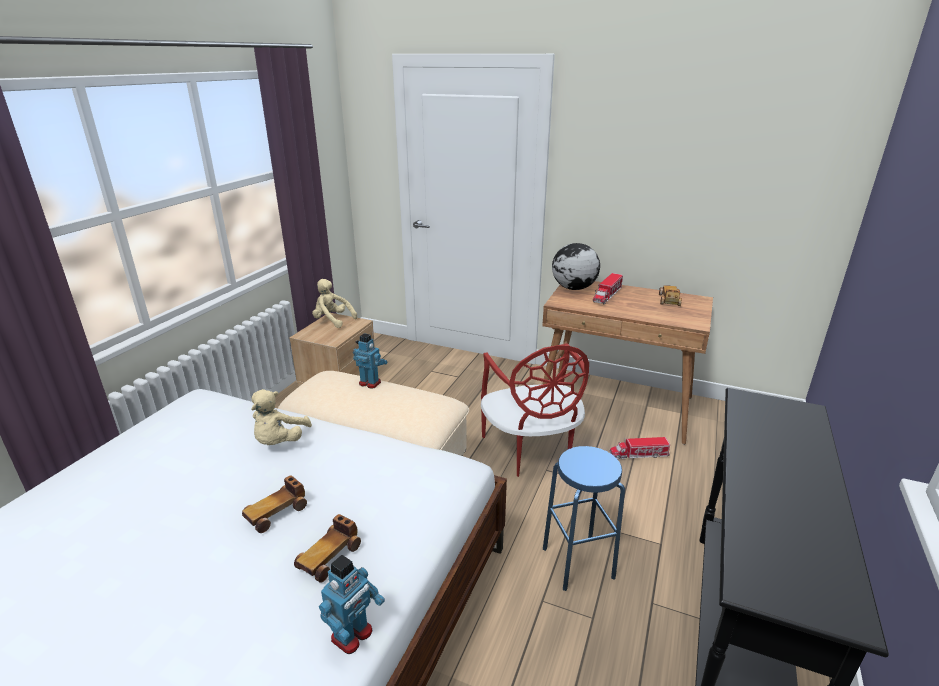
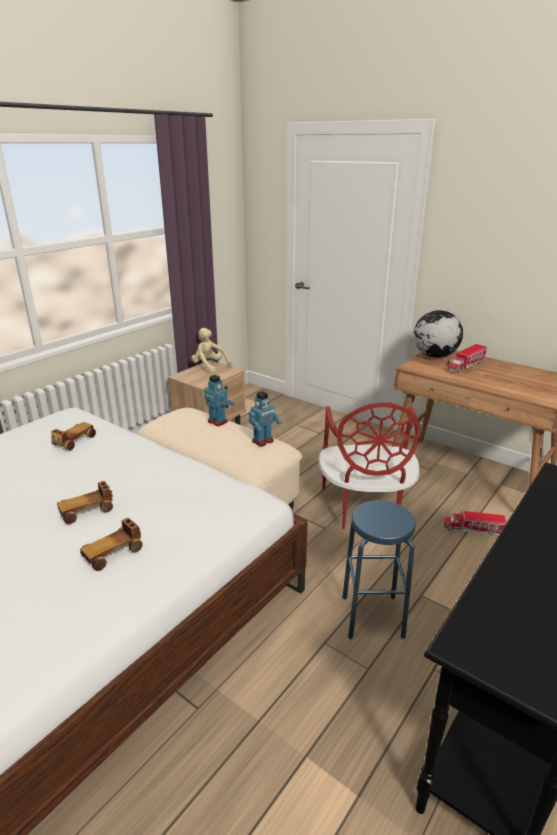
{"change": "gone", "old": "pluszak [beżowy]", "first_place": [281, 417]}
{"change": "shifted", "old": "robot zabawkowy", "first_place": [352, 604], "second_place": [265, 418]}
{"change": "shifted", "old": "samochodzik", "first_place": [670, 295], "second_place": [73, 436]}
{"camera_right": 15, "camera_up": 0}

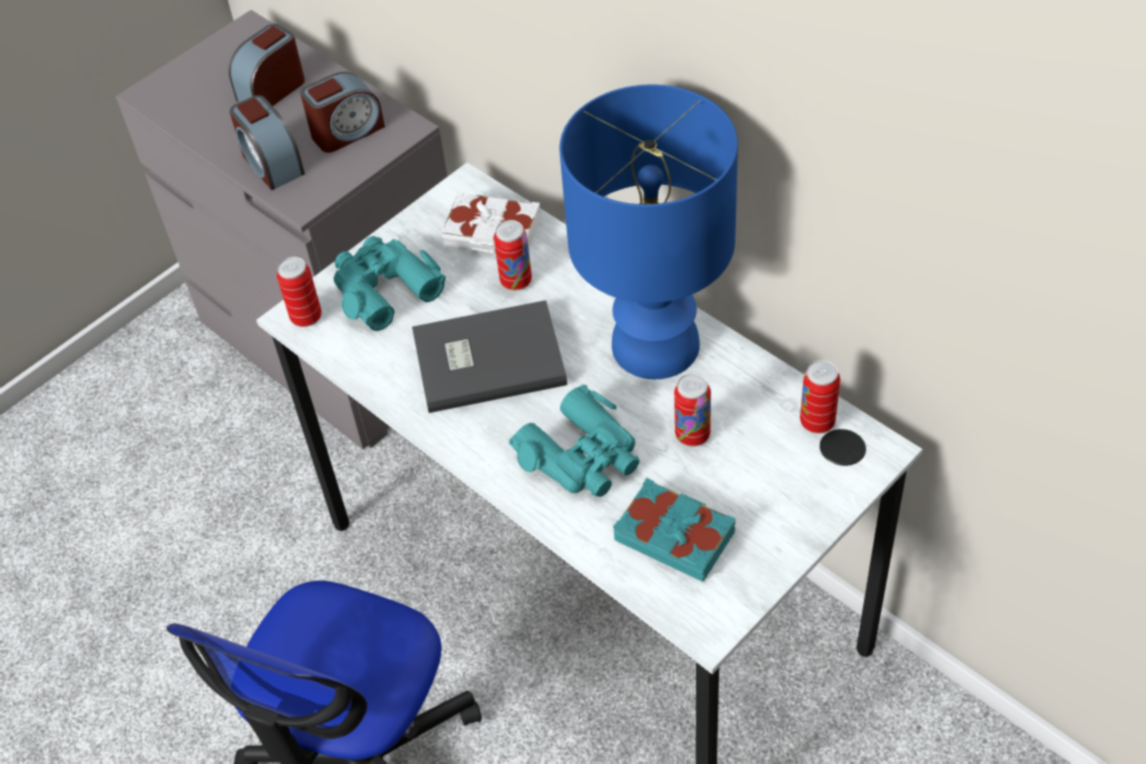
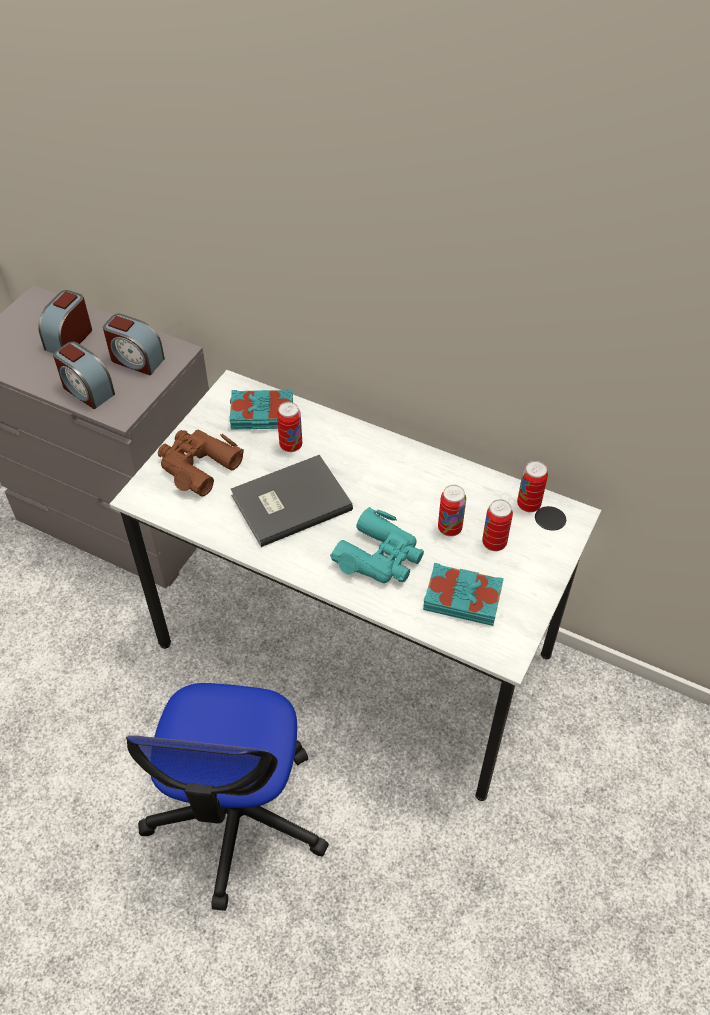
{"change": "shifted", "old": "puszka", "first_place": [299, 292], "second_place": [497, 525]}
{"change": "rotated", "old": "budzik", "first_place": [342, 112], "second_place": [134, 344], "degrees": 75}
{"change": "repainted", "old": "lornetka [turkusowy]", "new": "lornetka [brązowy]", "first_place": [390, 283], "second_place": [200, 463]}
{"change": "repainted", "old": "książka [biały]", "new": "książka [turkusowy]", "first_place": [491, 222], "second_place": [261, 409]}
{"change": "gone", "old": "lampa stołowa [niebieski]", "first_place": [648, 232]}
{"camera_right": -20, "camera_up": 0}

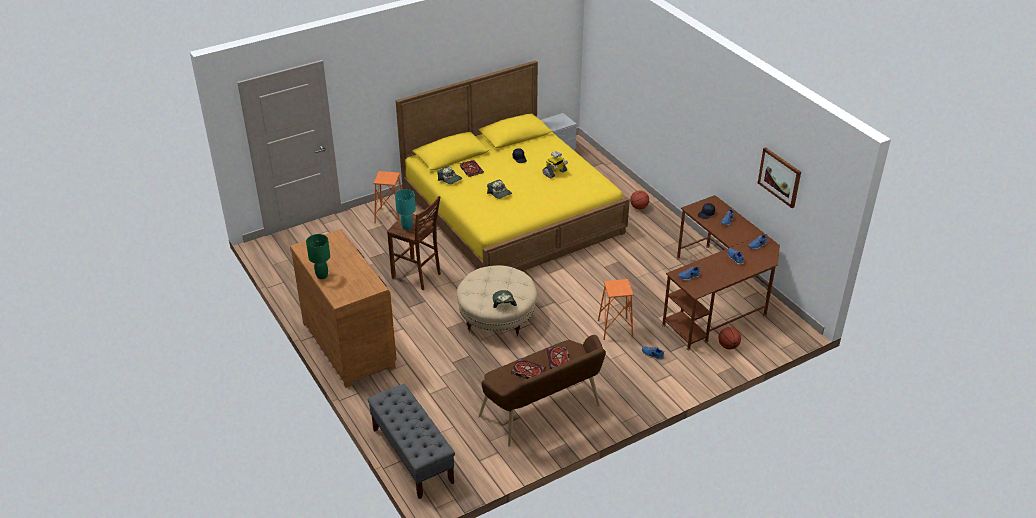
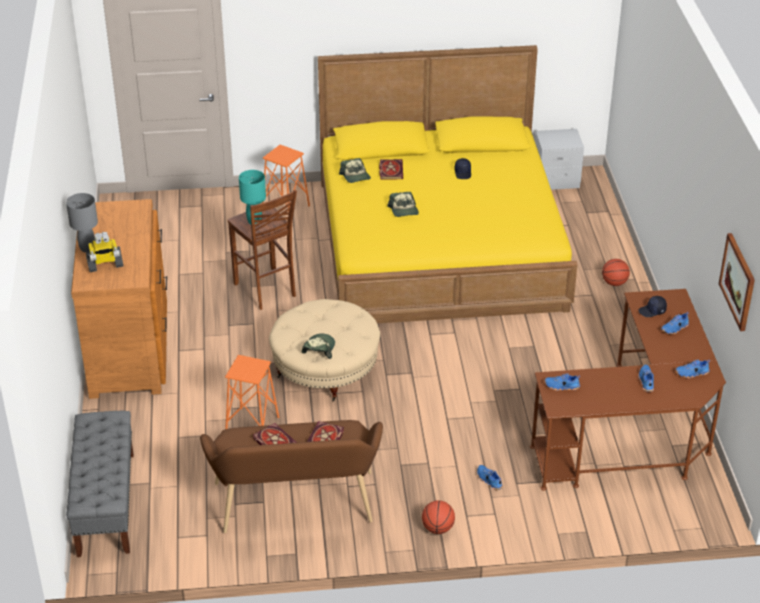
{"change": "repainted", "old": "lampa stołowa [zielony]", "new": "lampa stołowa [szary]", "first_place": [318, 256], "second_place": [82, 223]}
{"change": "shifted", "old": "robot zabawkowy", "first_place": [555, 164], "second_place": [104, 252]}
{"change": "shifted", "old": "stołek [pomarańczowy]", "first_place": [615, 309], "second_place": [252, 392]}
{"change": "shifted", "old": "piłka do koszykówki", "first_place": [730, 338], "second_place": [438, 517]}
{"camera_right": 25, "camera_up": 0}

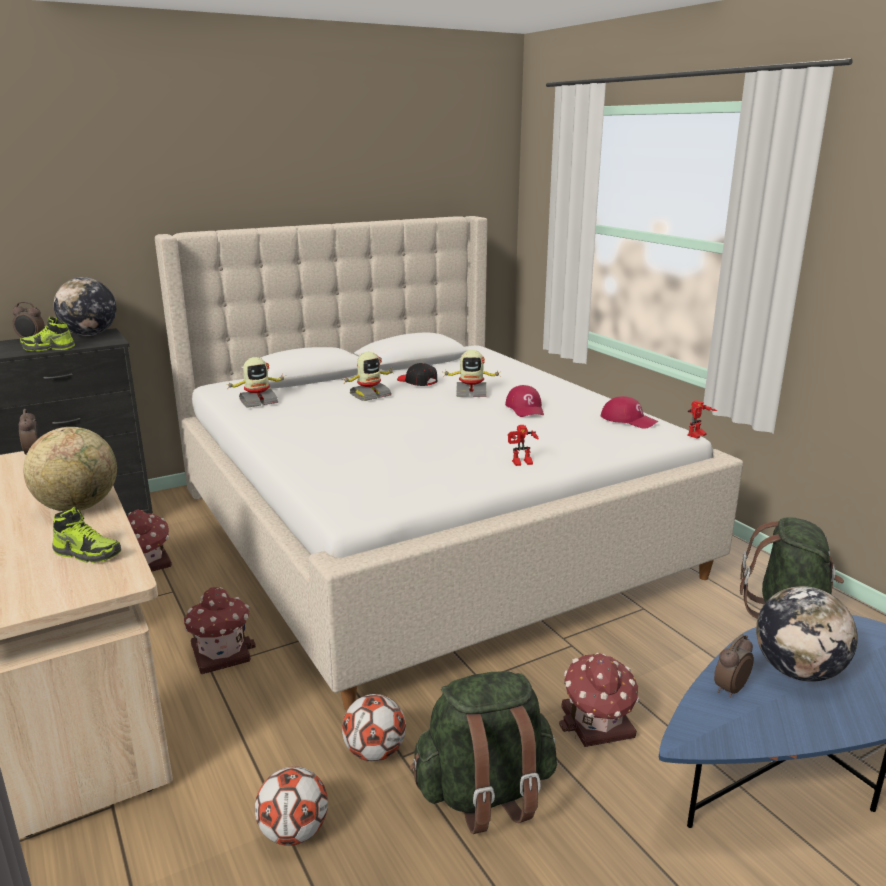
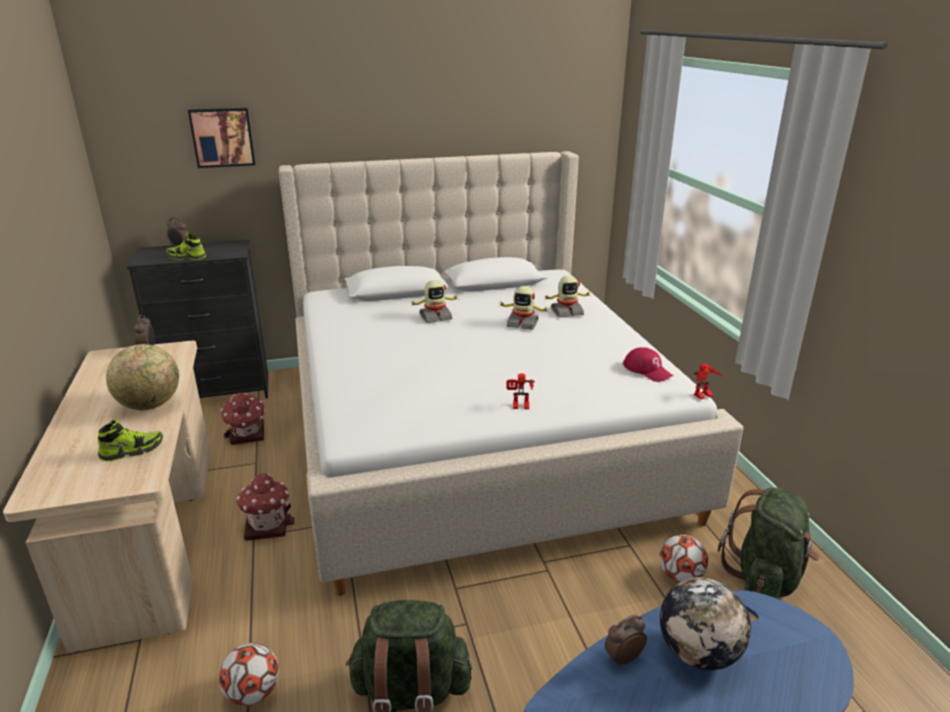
{"change": "rotated", "old": "but", "first_place": [86, 535], "second_place": [130, 440], "degrees": -60}
{"change": "gone", "old": "globus", "first_place": [85, 306]}
{"change": "shifted", "old": "robot zabawkowy", "first_place": [255, 382], "second_place": [567, 296]}
{"change": "shifted", "old": "piłka futbolowa", "first_place": [374, 727], "second_place": [683, 559]}
{"change": "gone", "old": "czapka z daszkiem [czarny]", "first_place": [417, 374]}
{"change": "gone", "old": "czapka z daszkiem [czerwony]", "first_place": [524, 401]}
{"change": "gone", "old": "domek", "first_place": [599, 700]}
{"change": "new", "new": "obraz", "second_place": [221, 138]}
{"camera_right": 15, "camera_up": 5}

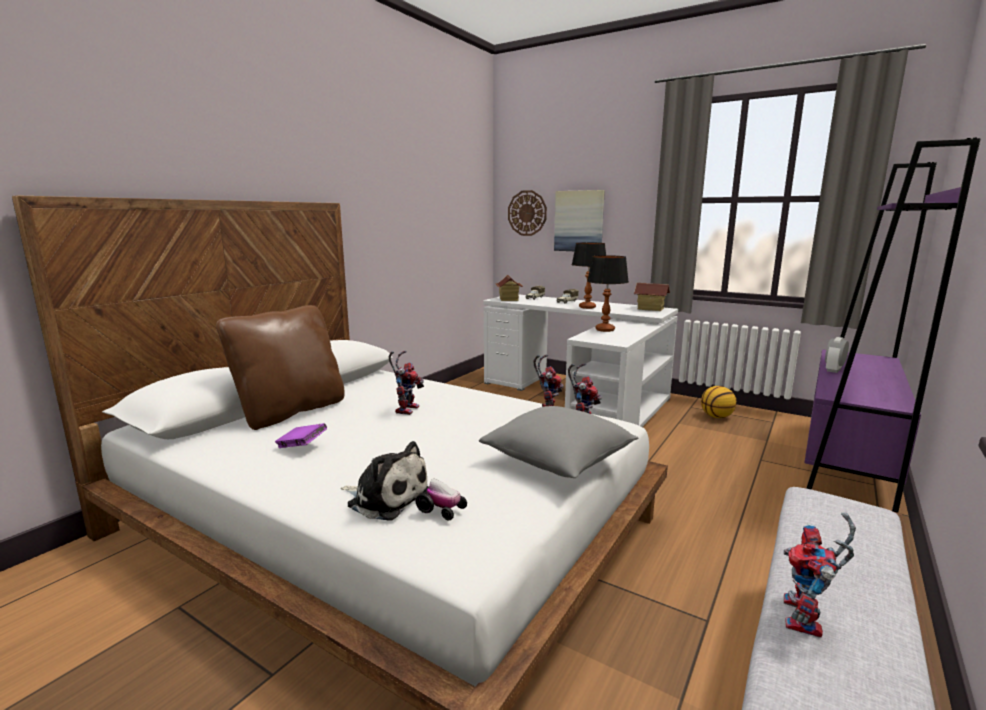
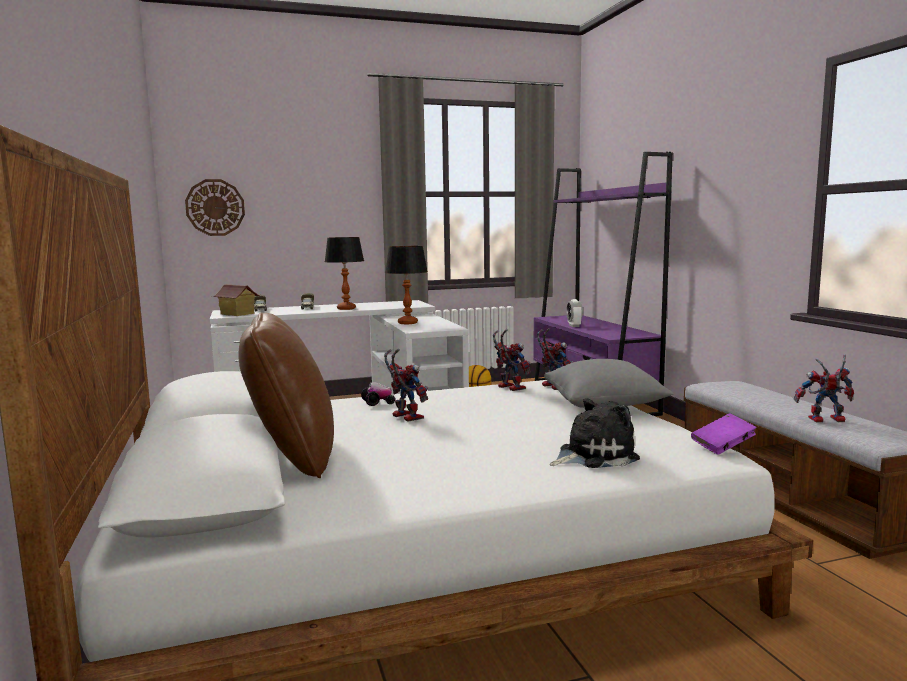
{"change": "shifted", "old": "książka [fioletowy]", "first_place": [301, 435], "second_place": [724, 434]}
{"change": "shifted", "old": "samochodzik", "first_place": [441, 499], "second_place": [378, 394]}
{"change": "gone", "old": "obraz", "first_place": [579, 220]}
{"change": "gone", "old": "domek", "first_place": [652, 297]}
{"change": "rotated", "old": "robot zabawkowy", "first_place": [820, 575], "second_place": [824, 388], "degrees": 120}
{"camera_right": -50, "camera_up": -5}

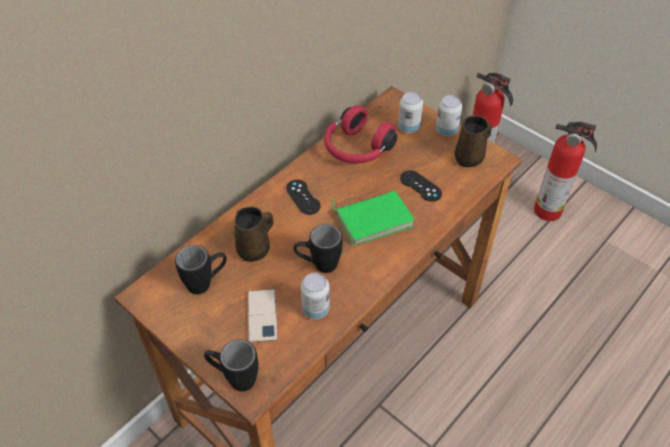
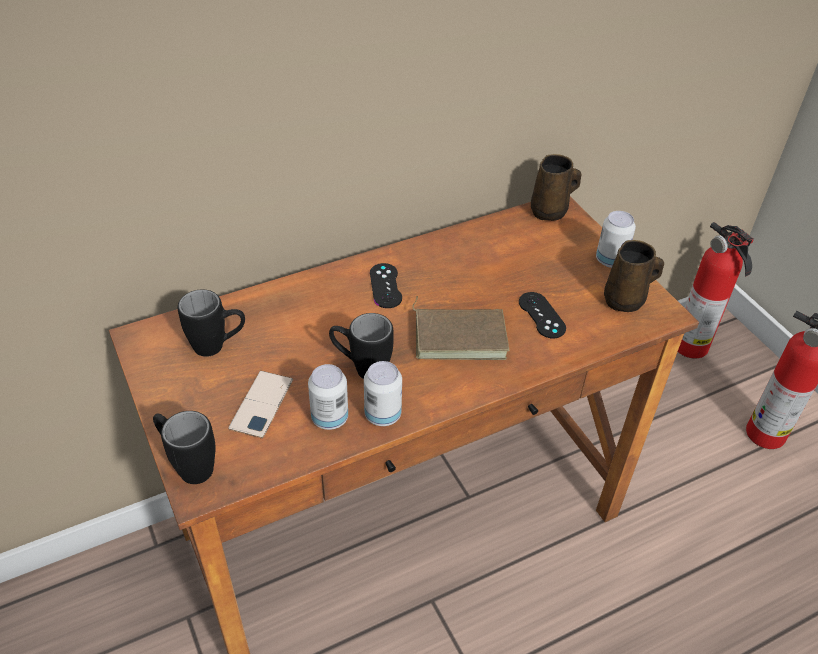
{"change": "shifted", "old": "kubek [brązowy]", "first_place": [254, 234], "second_place": [556, 187]}
{"change": "gone", "old": "słuchawki [czerwony]", "first_place": [361, 134]}
{"change": "repainted", "old": "książka [zielony]", "new": "książka [brązowy]", "first_place": [373, 218], "second_place": [460, 328]}
{"change": "shifted", "old": "puszka", "first_place": [410, 112], "second_place": [383, 393]}
{"camera_right": 20, "camera_up": -5}

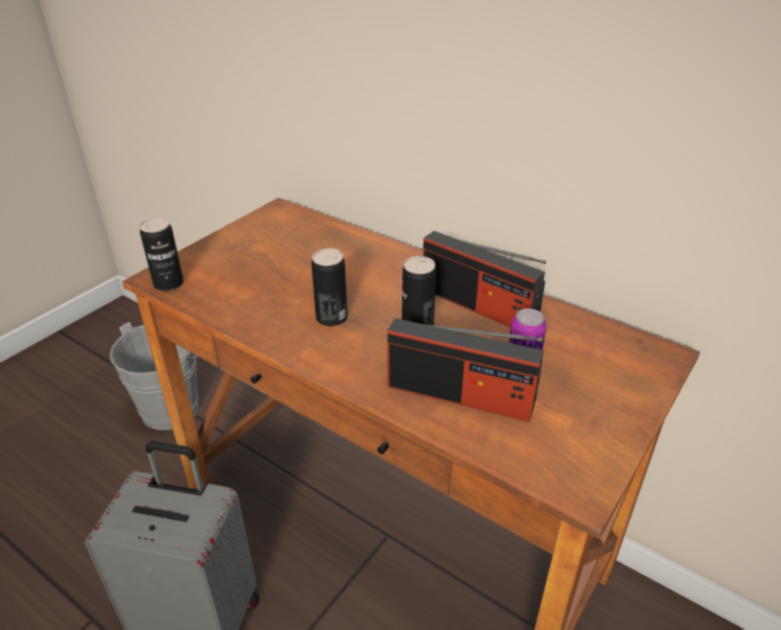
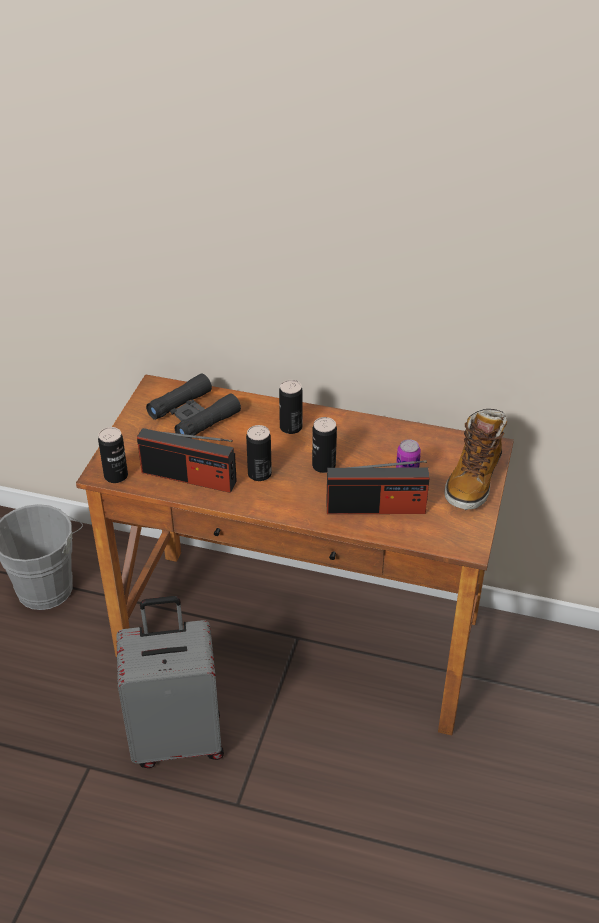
{"change": "shifted", "old": "radio", "first_place": [484, 279], "second_place": [187, 460]}
{"change": "new", "new": "lornetka [czarny]", "second_place": [193, 405]}
{"change": "new", "new": "puszka", "second_place": [290, 407]}
{"change": "new", "new": "but z cholewką", "second_place": [475, 459]}
{"camera_right": -20, "camera_up": 5}

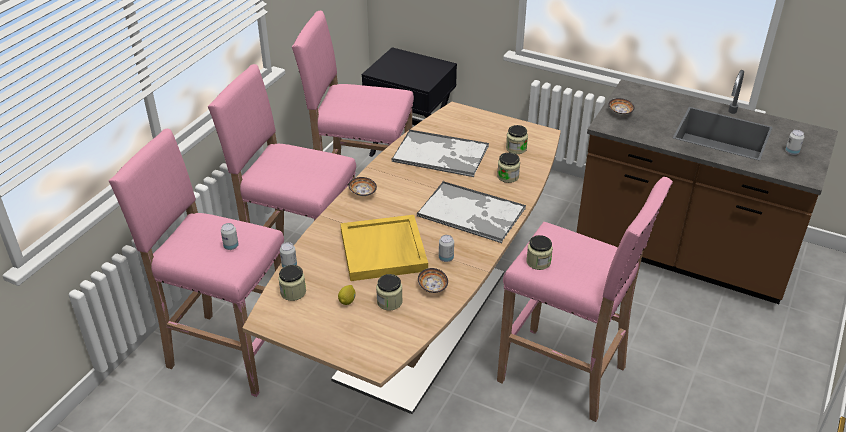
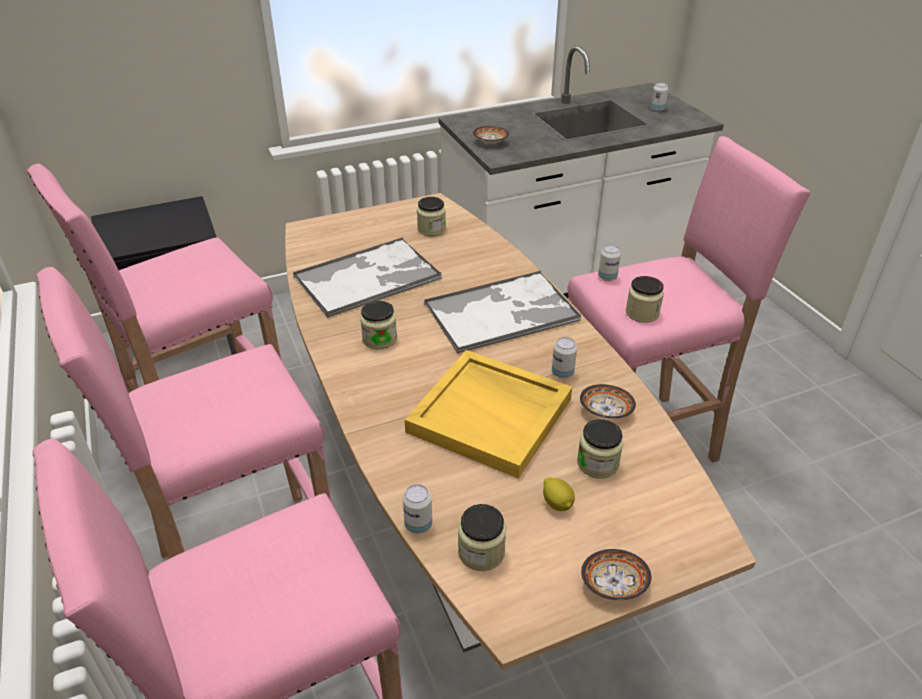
{"change": "shifted", "old": "puszka", "first_place": [230, 236], "second_place": [609, 262]}
{"change": "shifted", "old": "miska", "first_place": [362, 186], "second_place": [616, 574]}
{"change": "shifted", "old": "słoik", "first_place": [508, 168], "second_place": [378, 325]}
{"change": "repainted", "old": "zabudowa kuchenna [brązowy]", "new": "zabudowa kuchenna [biały]", "first_place": [707, 187], "second_place": [581, 172]}
{"camera_right": -50, "camera_up": 0}

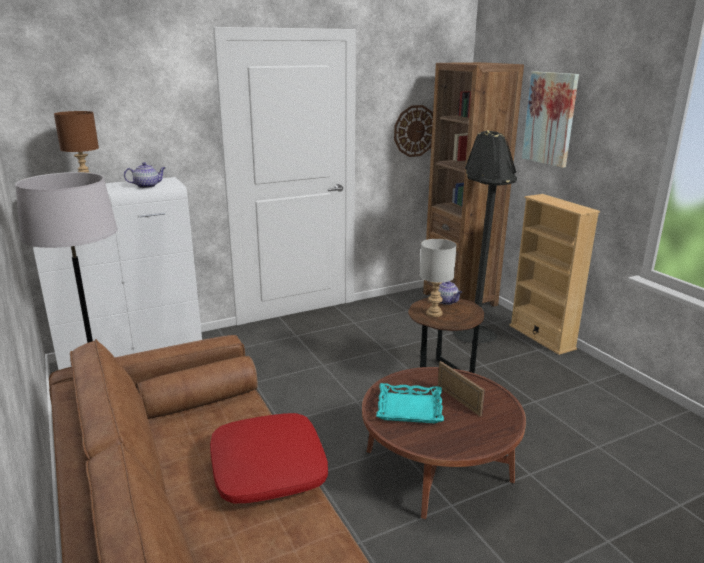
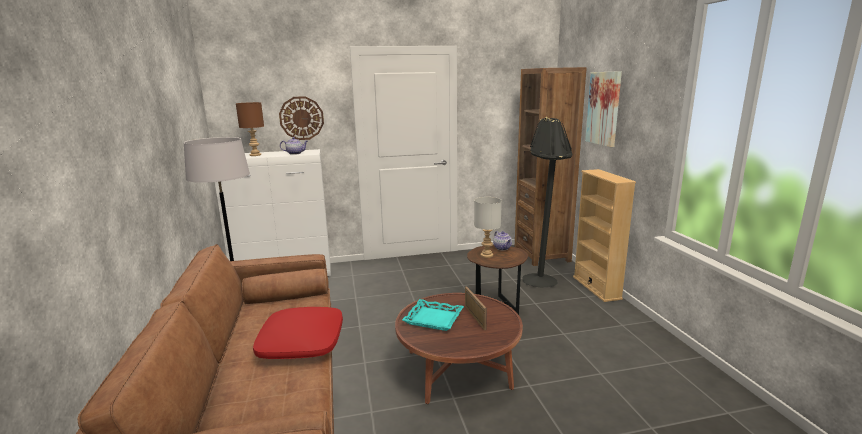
{"change": "shifted", "old": "zegar ścienny", "first_place": [413, 131], "second_place": [301, 118]}
{"camera_right": 15, "camera_up": -5}

